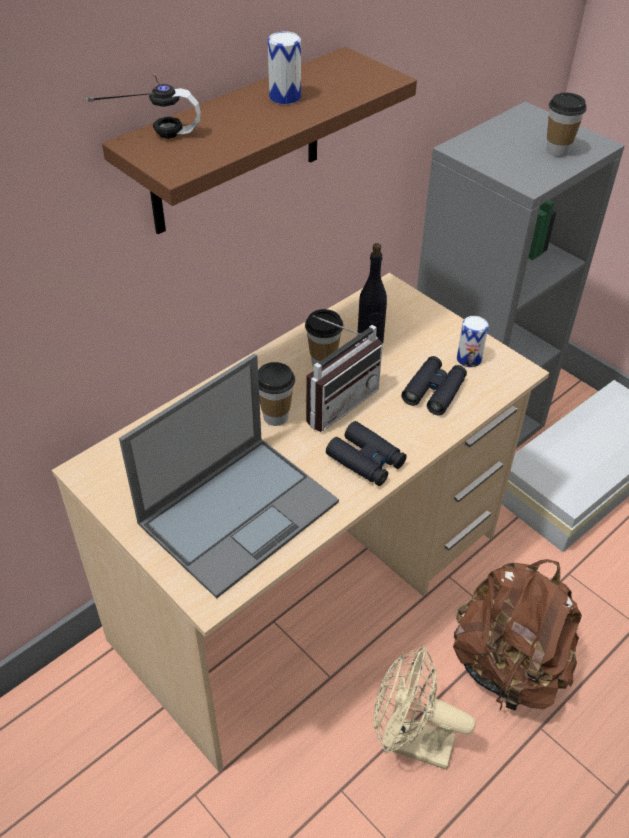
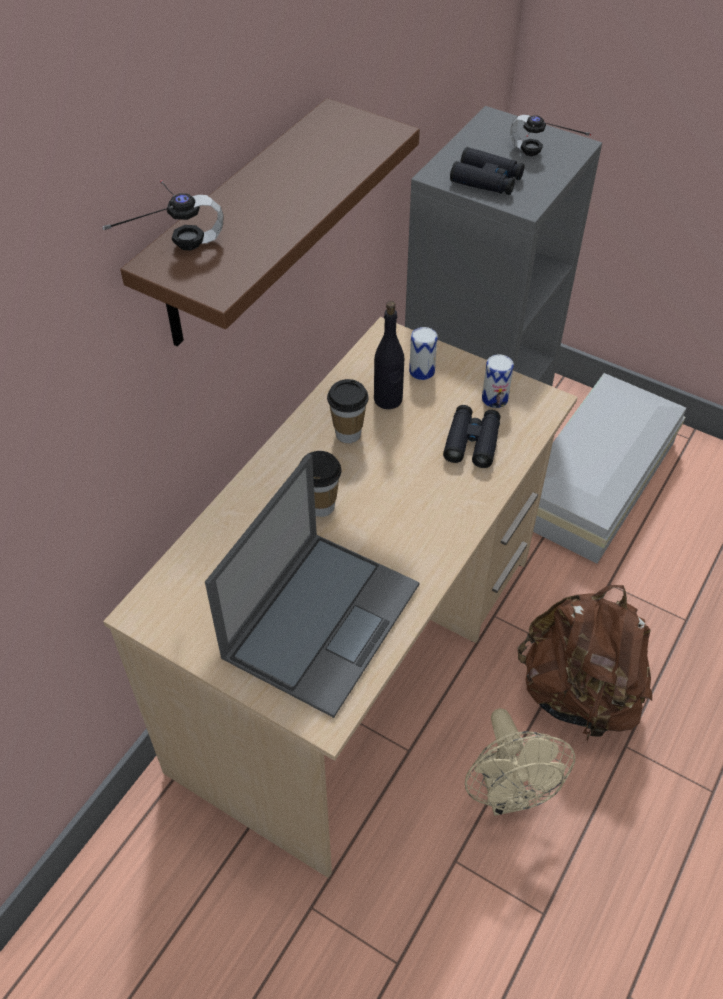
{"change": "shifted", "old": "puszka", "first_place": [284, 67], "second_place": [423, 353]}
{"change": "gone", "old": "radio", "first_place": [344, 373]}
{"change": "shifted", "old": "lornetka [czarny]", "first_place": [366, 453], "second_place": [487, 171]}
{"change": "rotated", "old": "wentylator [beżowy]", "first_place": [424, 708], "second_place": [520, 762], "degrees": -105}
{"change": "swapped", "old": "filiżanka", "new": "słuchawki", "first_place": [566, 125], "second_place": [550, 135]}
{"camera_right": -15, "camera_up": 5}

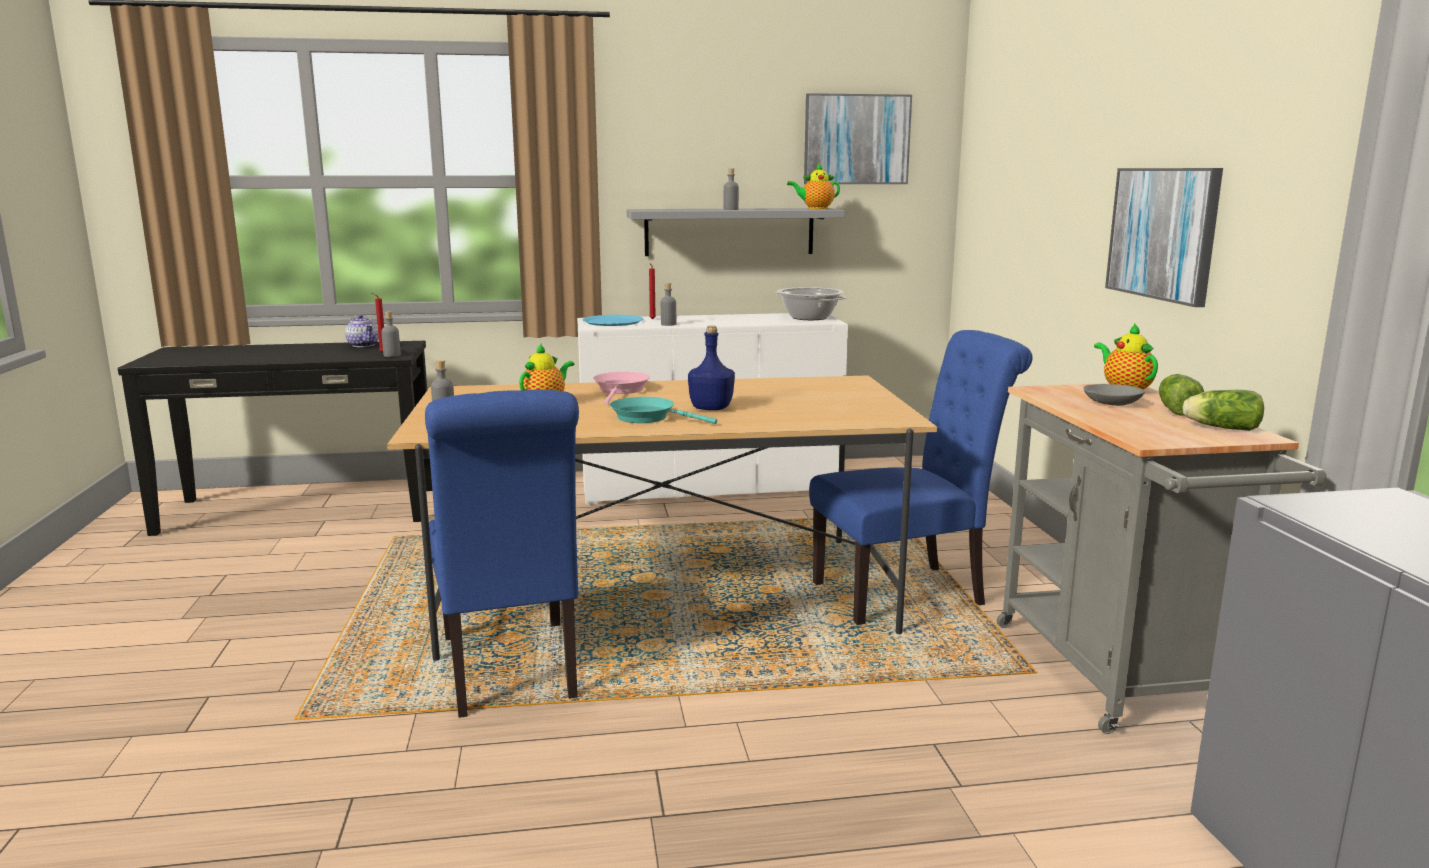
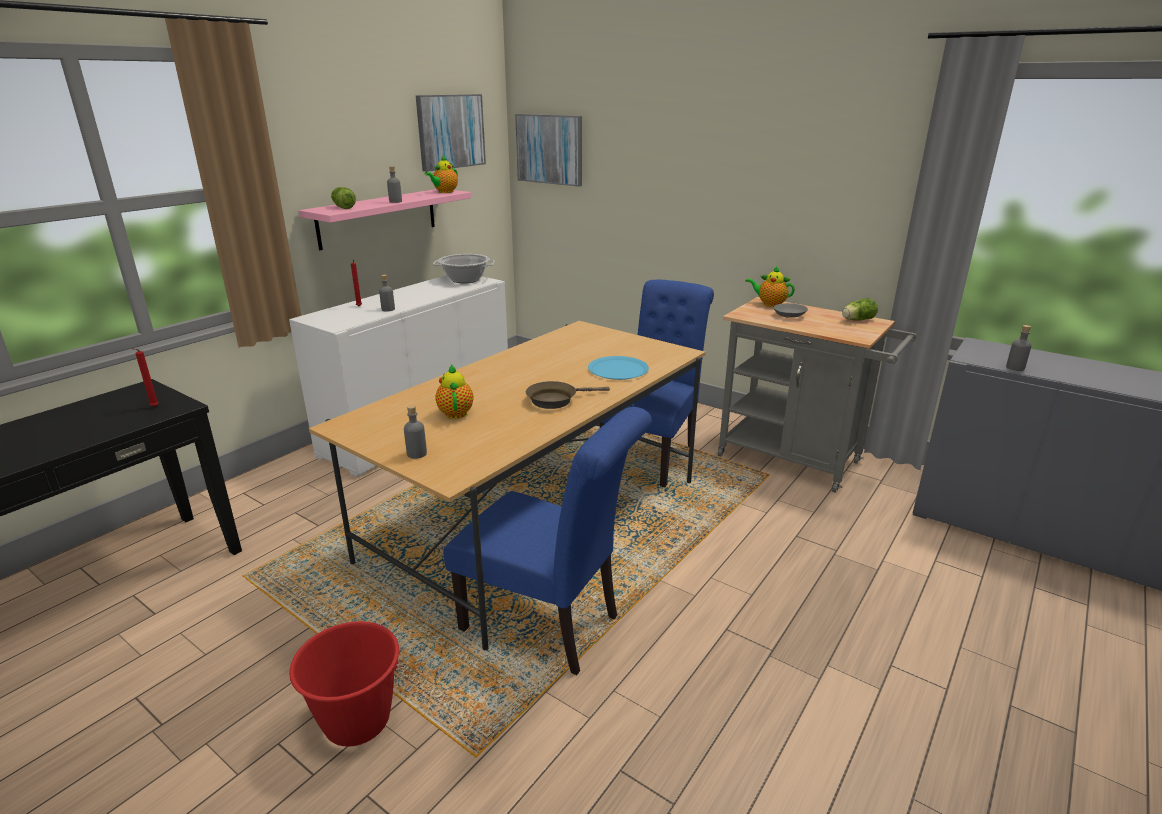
{"change": "gone", "old": "imbryk", "first_place": [362, 330]}
{"change": "shifted", "old": "butelka [szary]", "first_place": [391, 334], "second_place": [1019, 348]}
{"change": "shifted", "old": "talerz [niebieski]", "first_place": [613, 320], "second_place": [618, 368]}
{"change": "gone", "old": "patelnia [różowy]", "first_place": [621, 388]}
{"change": "repainted", "old": "patelnia [turkusowy]", "new": "patelnia [brązowy]", "first_place": [663, 410], "second_place": [568, 395]}
{"change": "repainted", "old": "półka [szary]", "new": "półka [różowy]", "first_place": [736, 232], "second_place": [385, 219]}
{"change": "gone", "old": "butelka [niebieski]", "first_place": [711, 368]}
{"change": "shifted", "old": "obraz", "first_place": [1164, 237], "second_place": [548, 150]}
{"change": "shifted", "old": "sałata", "first_place": [1181, 395], "second_place": [343, 198]}
{"change": "new", "new": "wiadro [czerwony]", "second_place": [346, 684]}
{"camera_right": -45, "camera_up": 10}

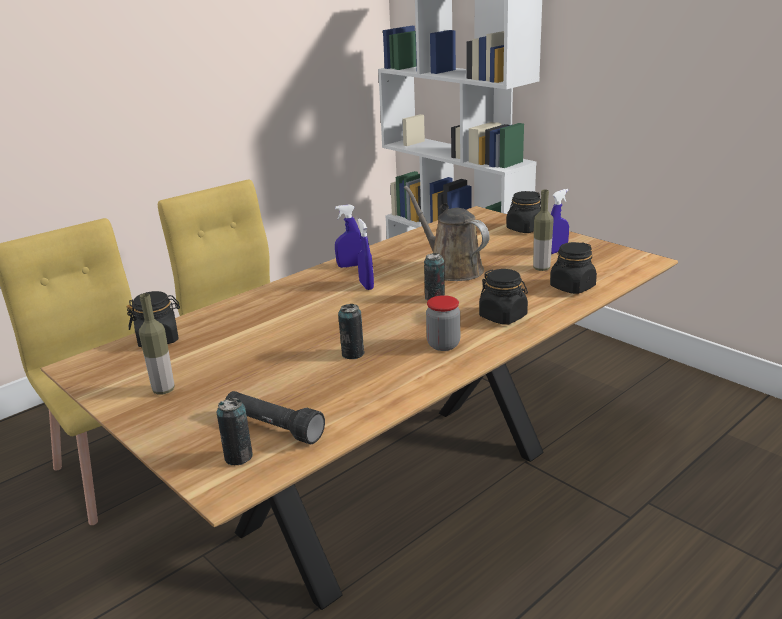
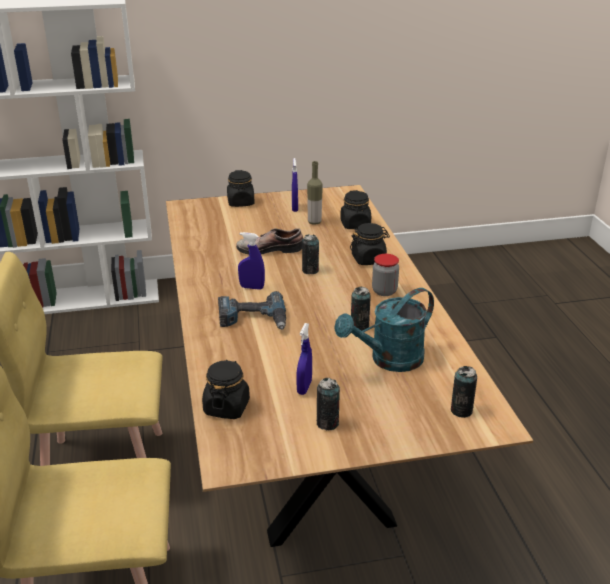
{"change": "swapped", "old": "butelka", "new": "puszka", "first_place": [156, 343], "second_place": [328, 404]}
{"change": "gone", "old": "latarka [czarny]", "first_place": [275, 417]}
{"change": "shifted", "old": "spryskiwacz [niebieski]", "first_place": [348, 236], "second_place": [304, 359]}
{"change": "swapped", "old": "konewka [brązowy]", "new": "but", "first_place": [447, 233], "second_place": [269, 241]}
{"change": "new", "new": "wiertarka", "second_place": [252, 310]}
{"change": "new", "new": "konewka [turkusowy]", "second_place": [384, 330]}
{"camera_right": -60, "camera_up": 5}

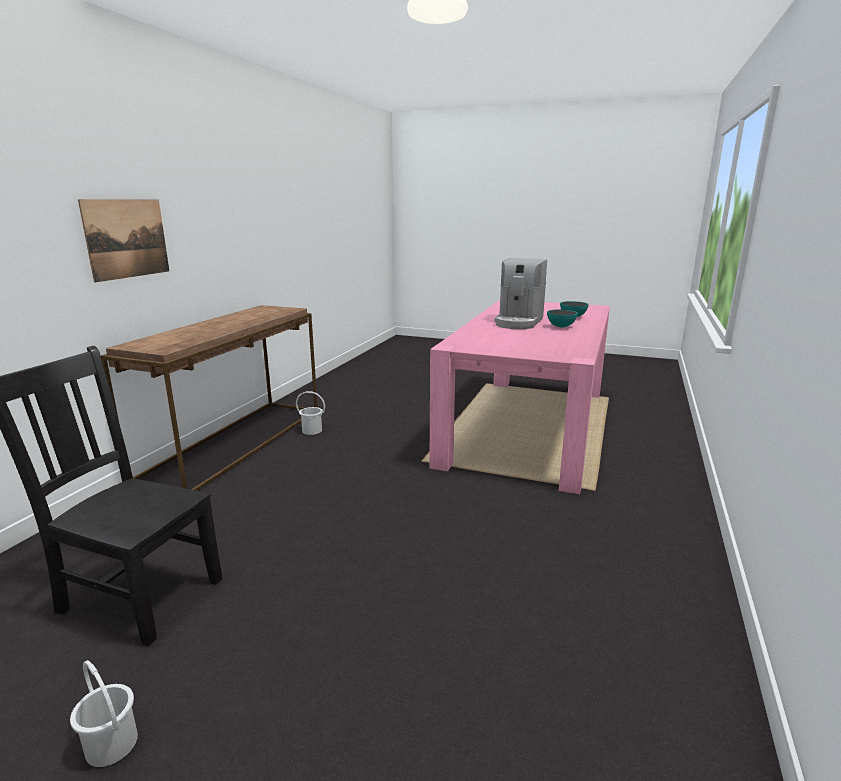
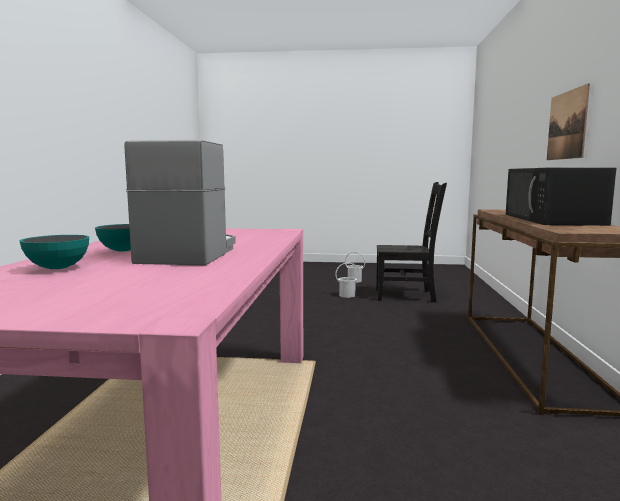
{"change": "shifted", "old": "wiadro [biały]", "first_place": [310, 413], "second_place": [347, 280]}
{"change": "new", "new": "mikrofalówka [czarny]", "second_place": [561, 196]}
{"camera_right": 165, "camera_up": -10}

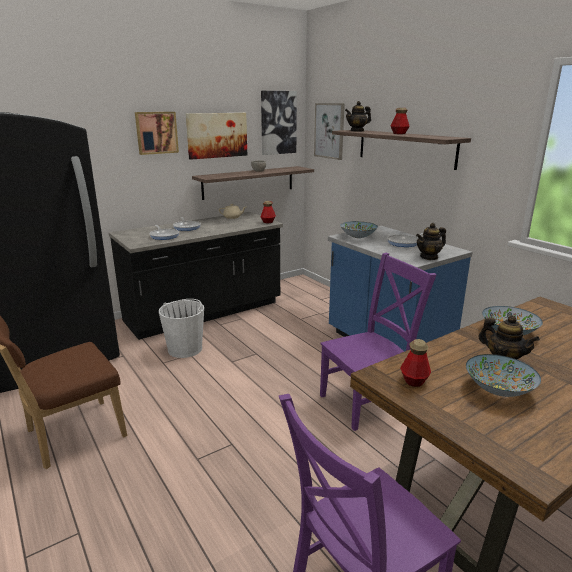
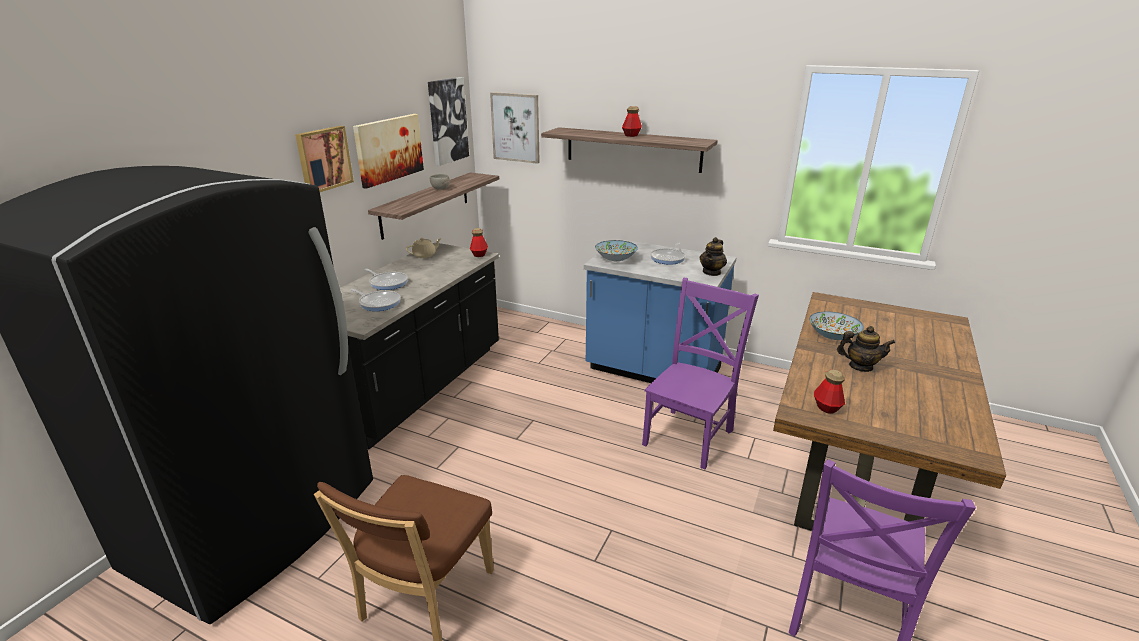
{"change": "gone", "old": "wiadro [biały]", "first_place": [181, 328]}
{"change": "gone", "old": "imbryk", "first_place": [358, 116]}
{"change": "gone", "old": "miska", "first_place": [503, 375]}
{"camera_right": -30, "camera_up": 5}

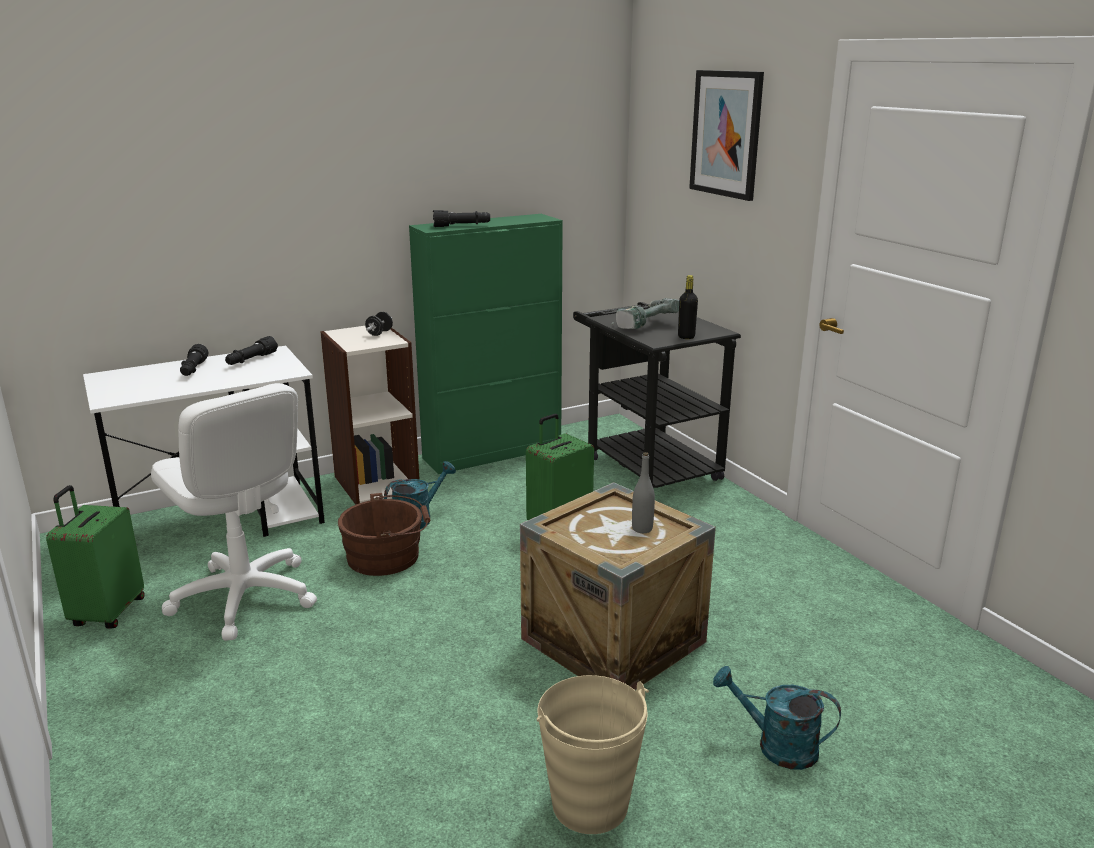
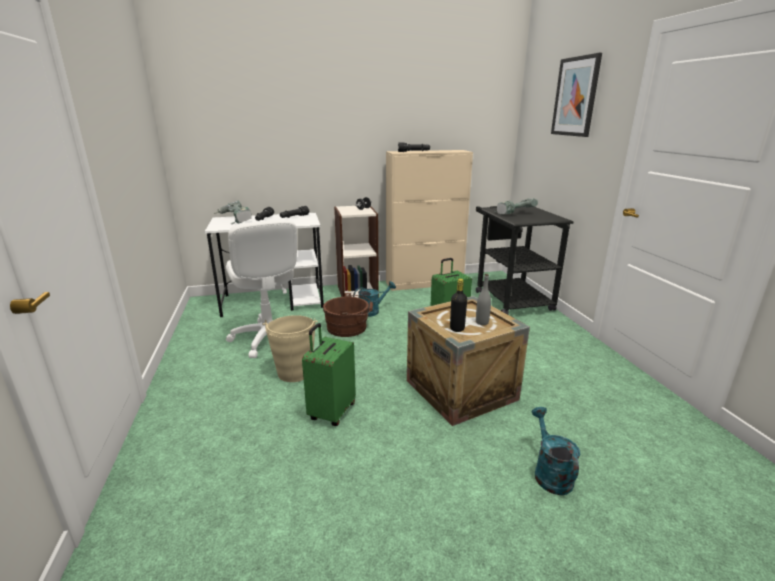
{"change": "shifted", "old": "walizka [zielony]", "first_place": [95, 557], "second_place": [329, 374]}
{"change": "repainted", "old": "szafka [zielony]", "new": "szafka [beżowy]", "first_place": [486, 344], "second_place": [429, 220]}
{"change": "shifted", "old": "wiadro [beżowy]", "first_place": [593, 754], "second_place": [290, 348]}
{"change": "shifted", "old": "butelka [czarny]", "first_place": [688, 307], "second_place": [458, 305]}
{"change": "rotated", "old": "konewka [turkusowy]", "first_place": [777, 718], "second_place": [555, 451], "degrees": 45}
{"change": "new", "new": "wiertarka", "second_place": [232, 212]}
{"camera_right": 15, "camera_up": 0}

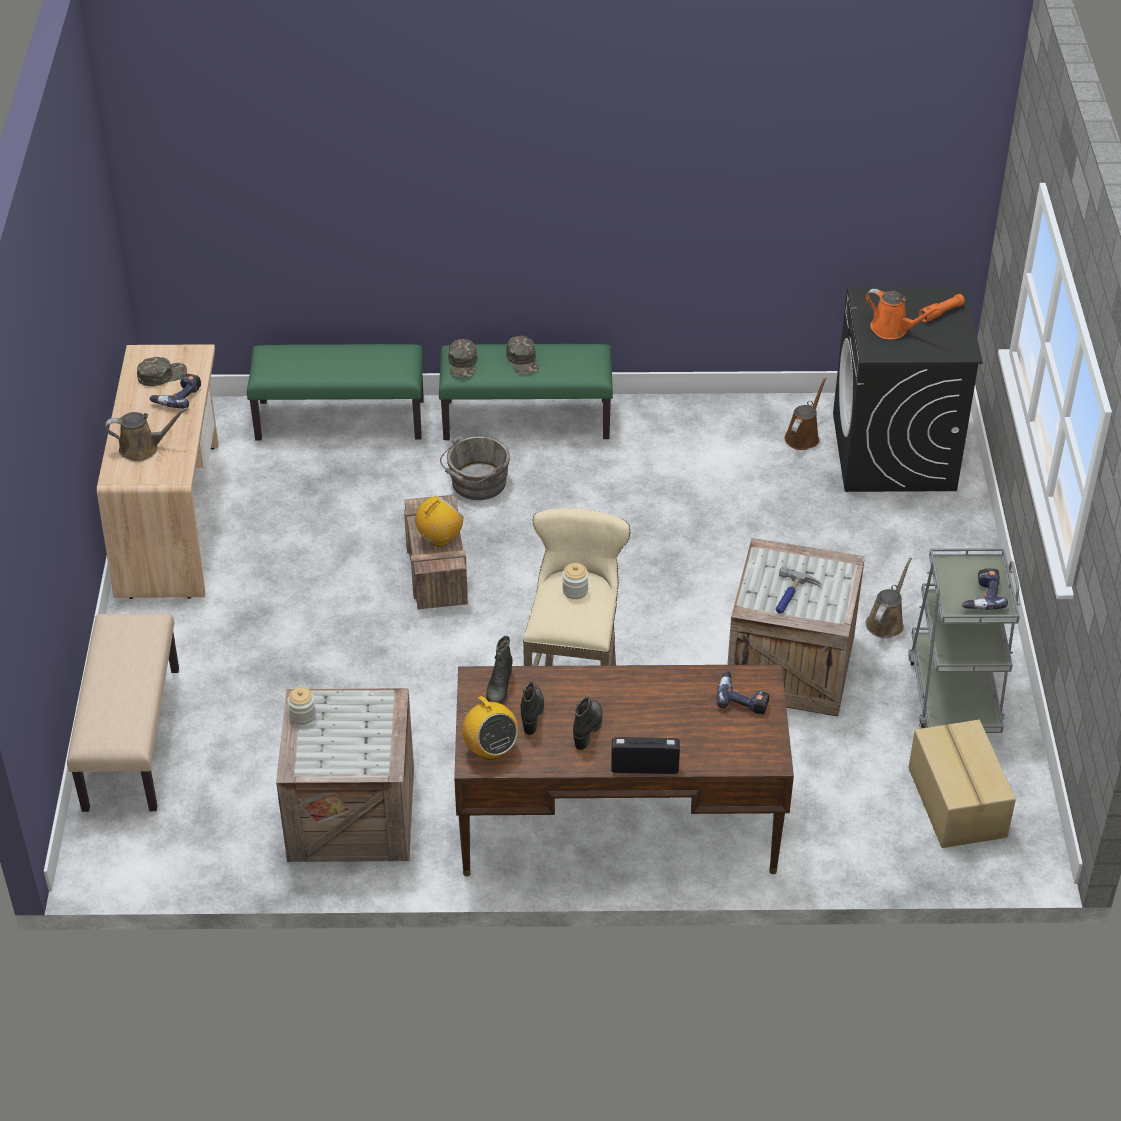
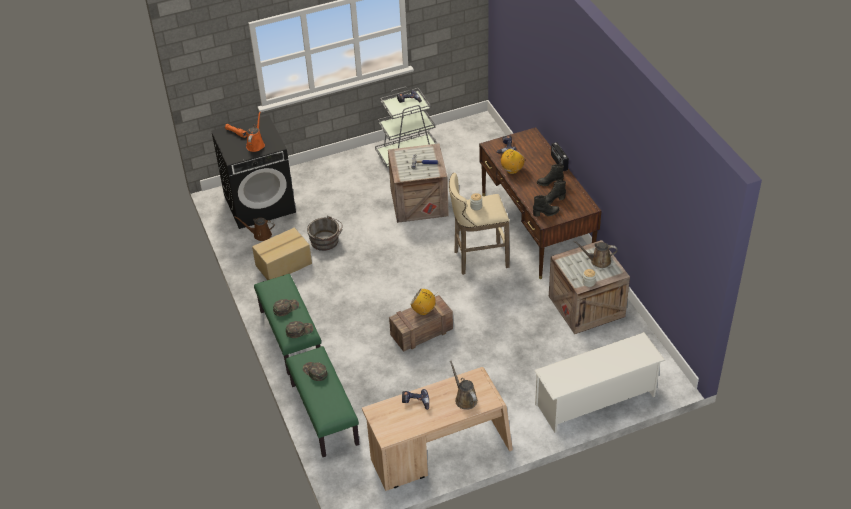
{"change": "swapped", "old": "ławka [beżowy]", "new": "regał na buty [biały]", "first_place": [123, 712], "second_place": [599, 382]}
{"change": "shifted", "old": "czapka z daszkiem [zielony]", "first_place": [162, 371], "second_place": [315, 371]}
{"change": "shifted", "old": "wiadro [szary]", "first_place": [475, 468], "second_place": [325, 233]}
{"change": "shifted", "old": "radio", "first_place": [490, 728], "second_place": [513, 161]}
{"change": "shifted", "old": "konewka [brązowy]", "first_place": [889, 597], "second_place": [595, 254]}
{"change": "shifted", "old": "karton", "first_place": [962, 783], "second_place": [282, 254]}
{"camera_right": -110, "camera_up": 0}

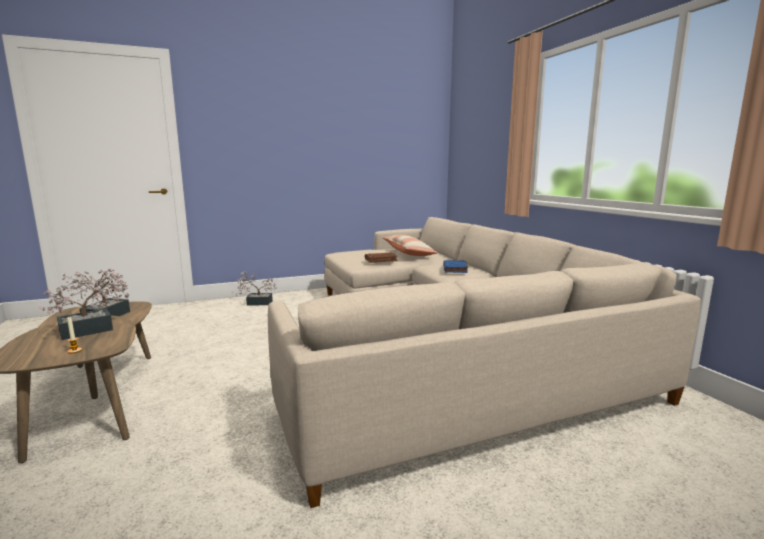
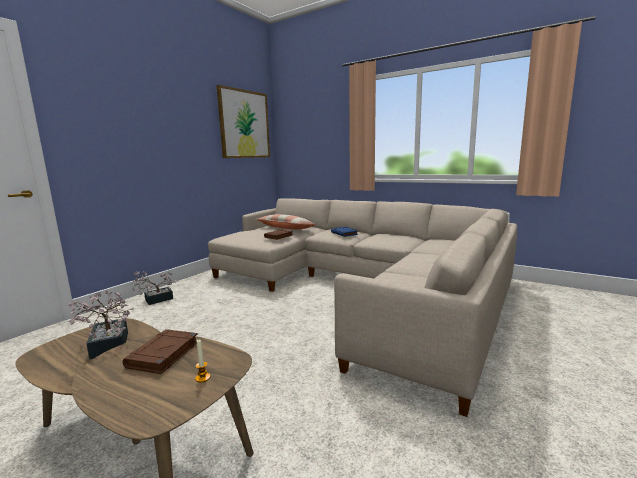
{"change": "swapped", "old": "roślina doniczkowa", "new": "książka [brązowy]", "first_place": [83, 304], "second_place": [160, 351]}
{"change": "new", "new": "obraz", "second_place": [243, 121]}
{"camera_right": -35, "camera_up": 0}

